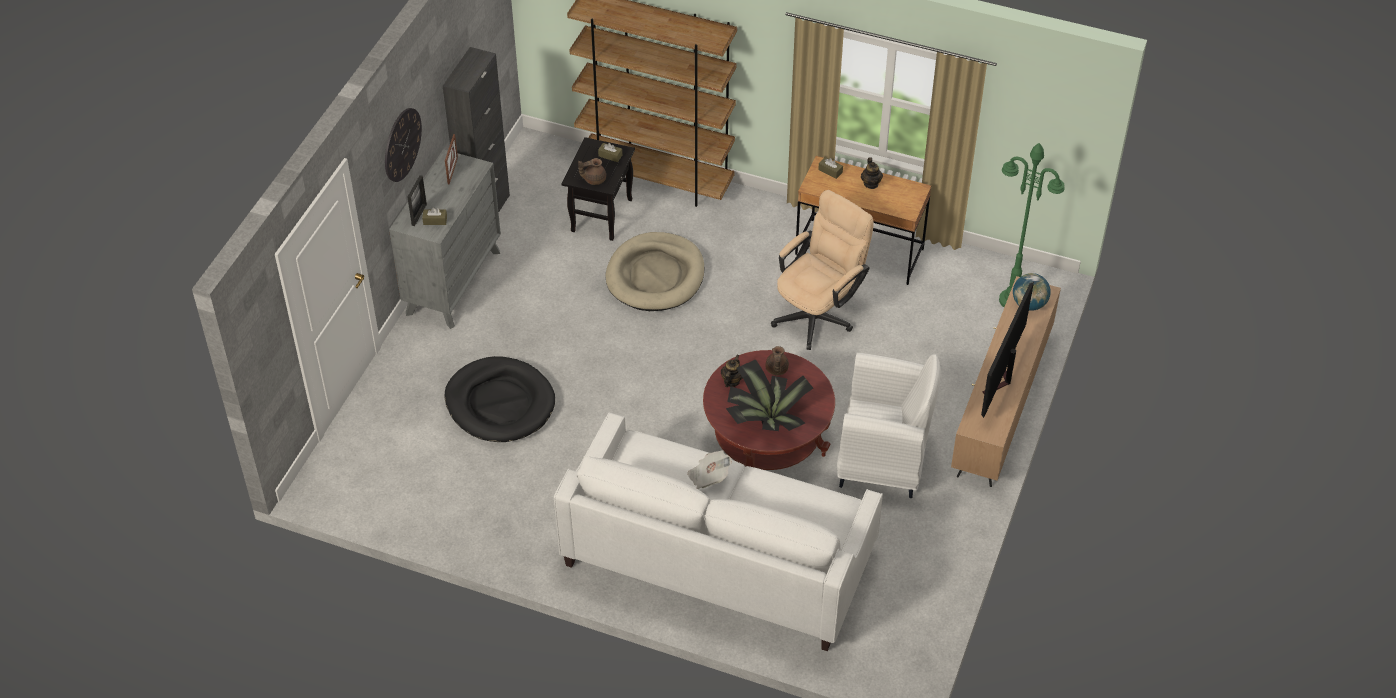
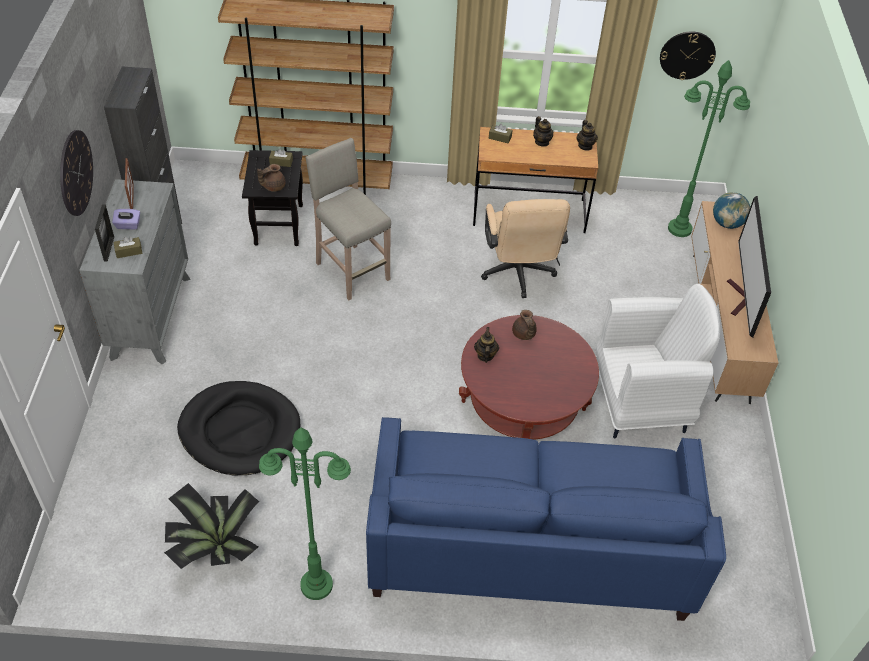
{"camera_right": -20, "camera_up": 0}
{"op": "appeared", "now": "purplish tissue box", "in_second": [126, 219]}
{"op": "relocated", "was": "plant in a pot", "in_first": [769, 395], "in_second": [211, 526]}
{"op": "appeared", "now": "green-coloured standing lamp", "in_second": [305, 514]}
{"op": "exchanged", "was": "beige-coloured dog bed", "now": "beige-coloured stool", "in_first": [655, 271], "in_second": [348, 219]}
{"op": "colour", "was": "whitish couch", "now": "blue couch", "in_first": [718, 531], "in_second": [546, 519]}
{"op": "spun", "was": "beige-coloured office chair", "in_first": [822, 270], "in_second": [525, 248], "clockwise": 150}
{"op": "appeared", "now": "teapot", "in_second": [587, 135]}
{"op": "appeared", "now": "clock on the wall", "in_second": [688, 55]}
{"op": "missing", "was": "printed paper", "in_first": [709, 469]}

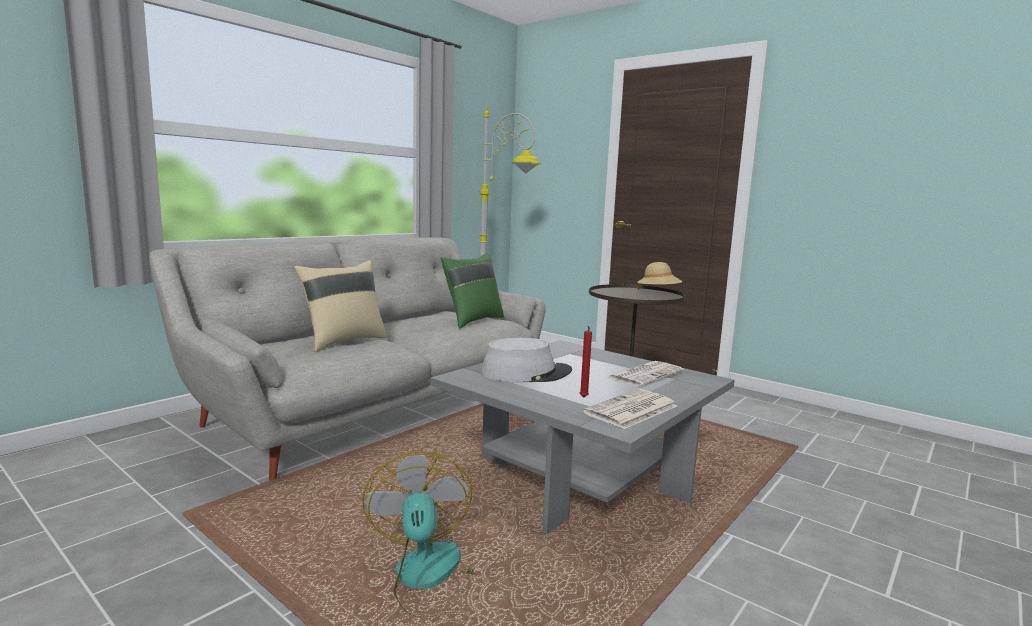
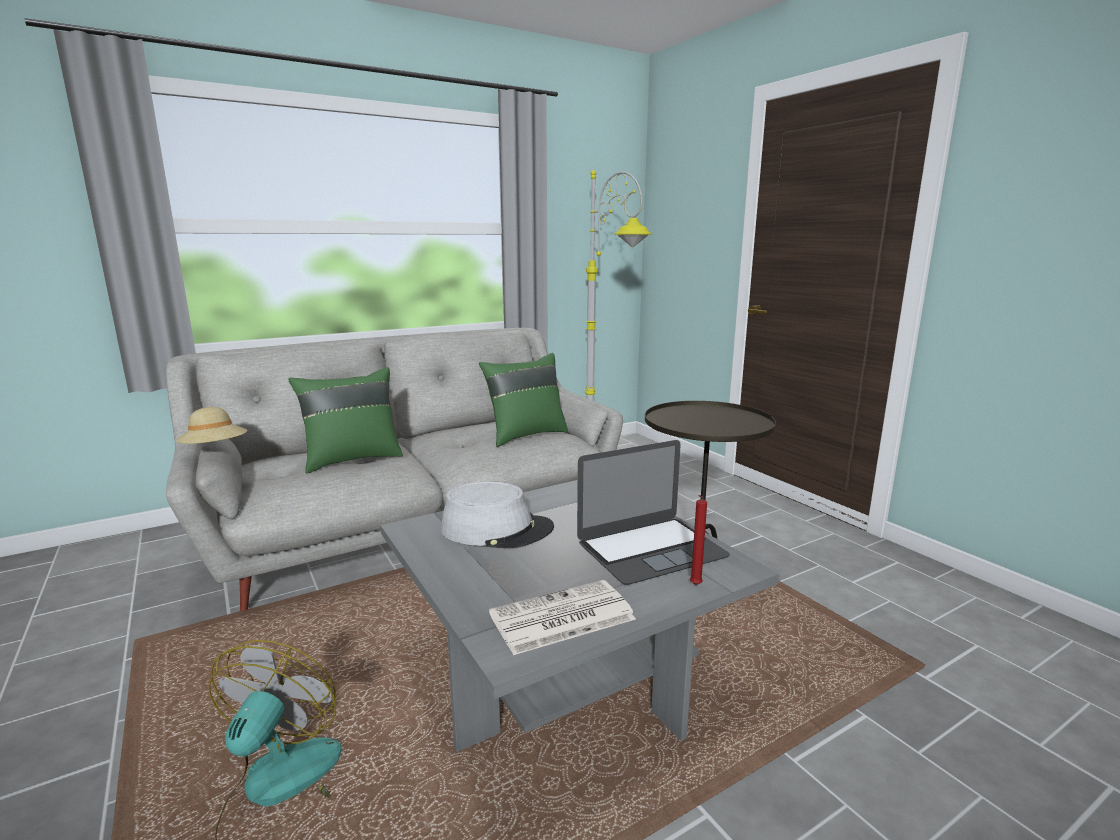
{"camera_right": 20, "camera_up": 5}
{"op": "relocated", "was": "beige-coloured hat", "in_first": [659, 276], "in_second": [211, 425]}
{"op": "colour", "was": "beige-coloured cushion", "now": "green-coloured cushion", "in_first": [340, 306], "in_second": [345, 420]}
{"op": "exchanged", "was": "printed paper", "now": "portable computer", "in_first": [645, 374], "in_second": [653, 512]}
{"op": "relocated", "was": "red-coloured wax candle", "in_first": [586, 361], "in_second": [698, 540]}

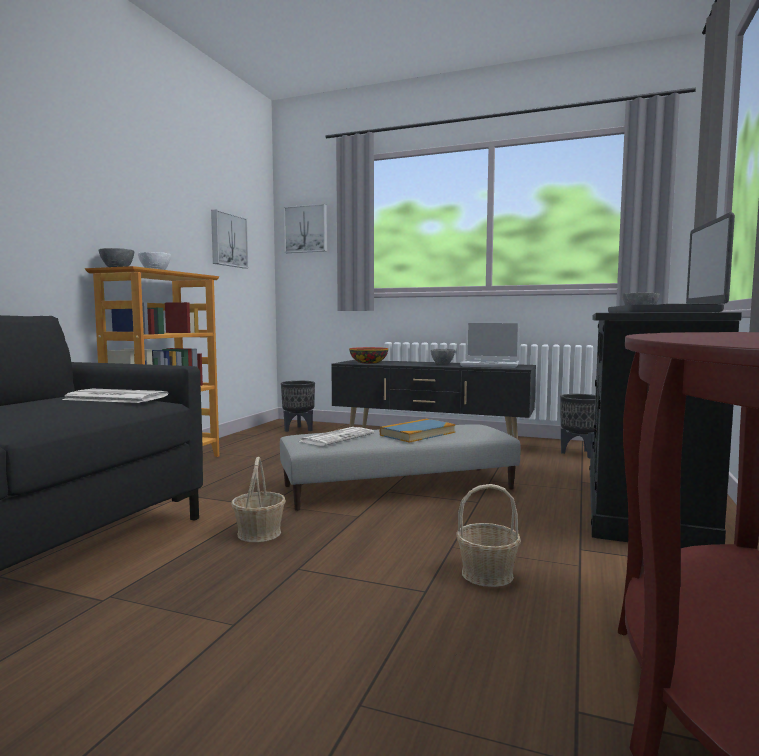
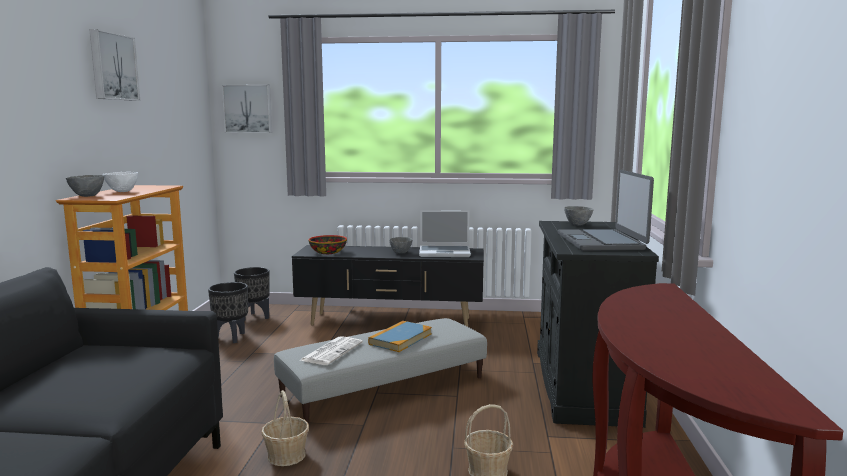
{"camera_right": -15, "camera_up": 5}
{"op": "relocated", "was": "wall art", "in_first": [229, 238], "in_second": [114, 65]}
{"op": "relocated", "was": "black plant pot", "in_first": [578, 426], "in_second": [228, 312]}
{"op": "missing", "was": "printed paper", "in_first": [115, 396]}

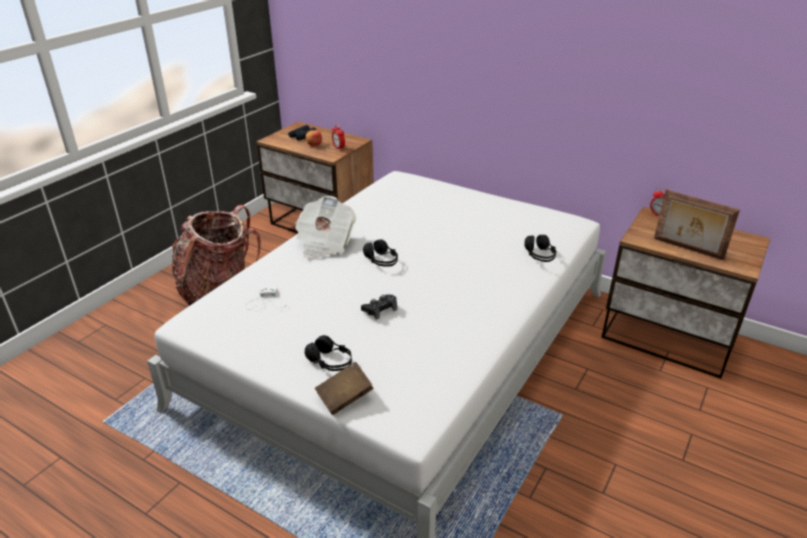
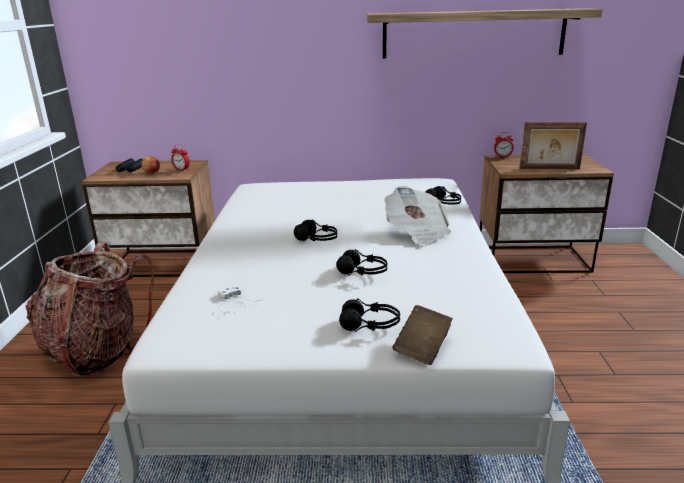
{"camera_right": -30, "camera_up": -10}
{"op": "exchanged", "was": "black joypad", "now": "black headphones", "in_first": [379, 306], "in_second": [361, 262]}
{"op": "appeared", "now": "bracket shelf", "in_second": [485, 33]}
{"op": "relocated", "was": "printed paper", "in_first": [325, 227], "in_second": [417, 216]}

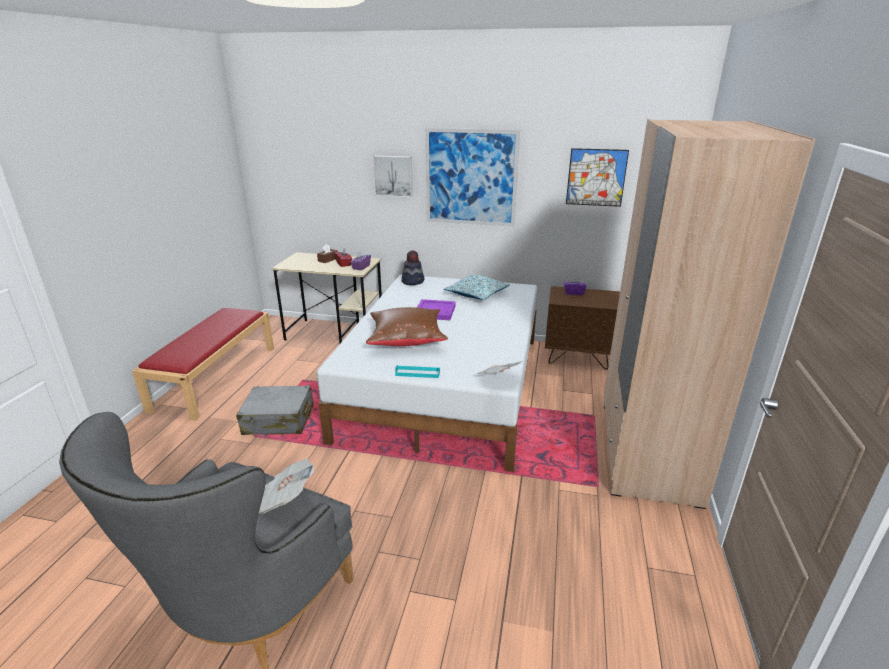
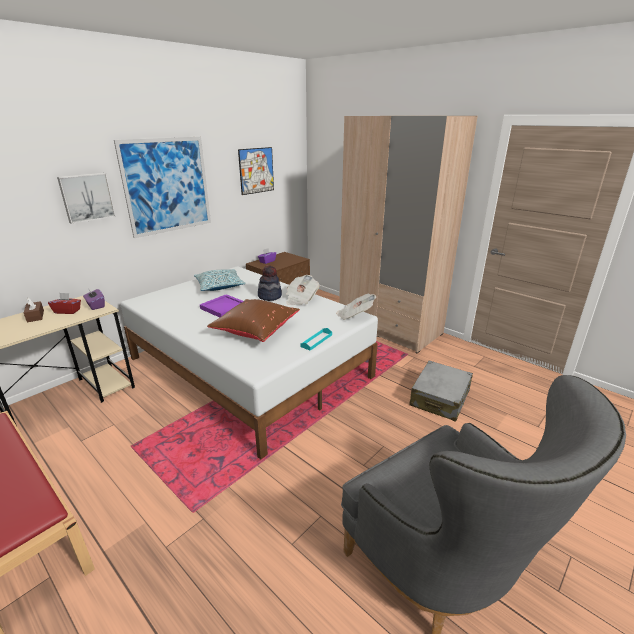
{"camera_right": -60, "camera_up": 0}
{"op": "relocated", "was": "hat", "in_first": [412, 267], "in_second": [270, 283]}
{"op": "relocated", "was": "printed paper", "in_first": [286, 486], "in_second": [302, 290]}
{"op": "relocated", "was": "greyish piece of luggage", "in_first": [275, 410], "in_second": [441, 391]}

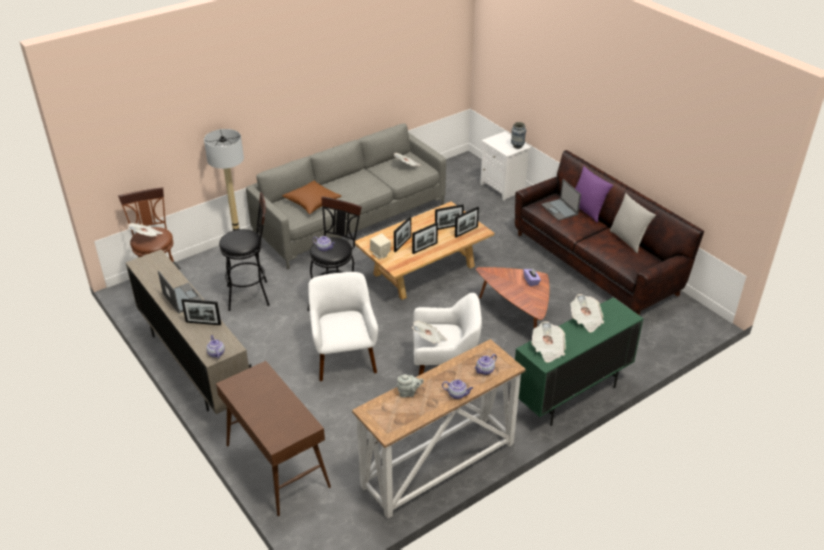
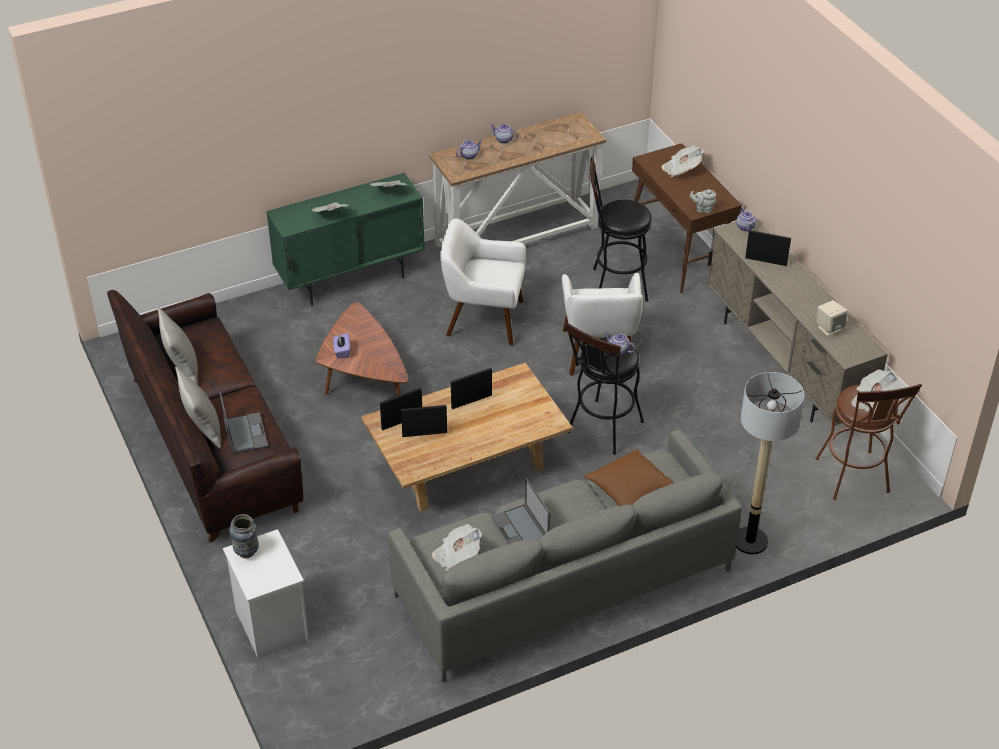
{"camera_right": -170, "camera_up": 5}
{"op": "colour", "was": "purplish cushion", "now": "greyish cushion", "in_first": [594, 194], "in_second": [198, 407]}
{"op": "relocated", "was": "portable computer", "in_first": [180, 291], "in_second": [520, 510]}
{"op": "relocated", "was": "black stool", "in_first": [244, 252], "in_second": [621, 229]}
{"op": "relocated", "was": "printed paper", "in_first": [429, 332], "in_second": [682, 161]}
{"op": "relocated", "was": "greyish teapot", "in_first": [410, 386], "in_second": [703, 201]}
{"op": "relocated", "was": "beige-coloured loudspeaker", "in_first": [380, 246], "in_second": [832, 318]}
{"op": "missing", "was": "picture frame", "in_first": [402, 234]}

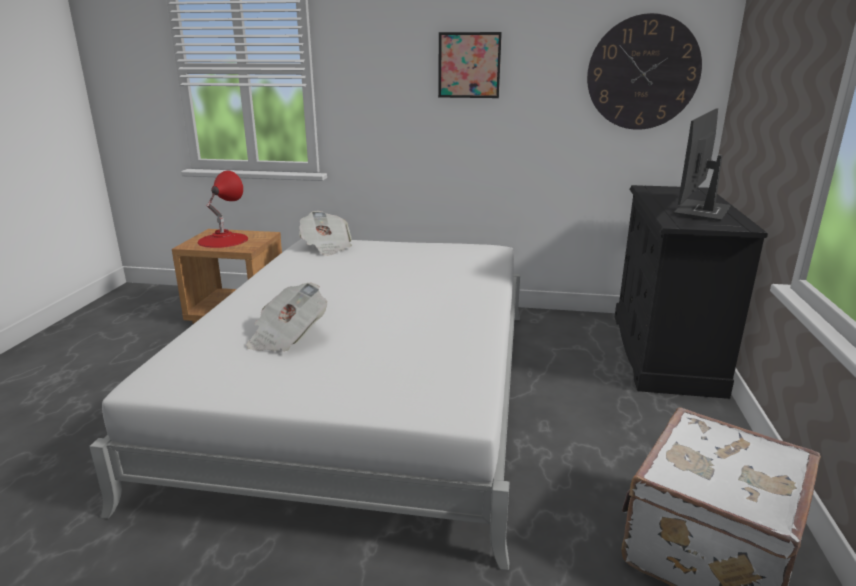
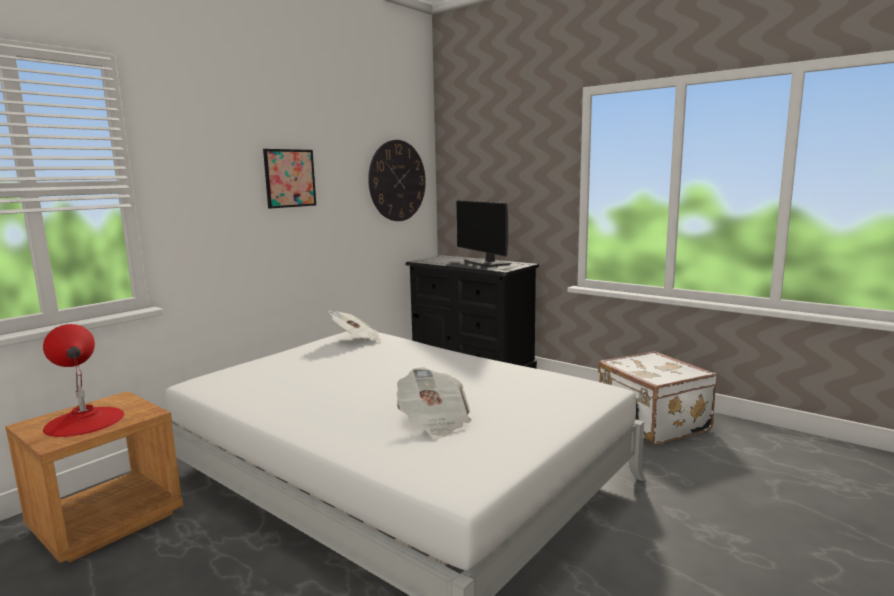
{"camera_right": -60, "camera_up": -10}
{"op": "relocated", "was": "printed paper", "in_first": [325, 233], "in_second": [354, 326]}

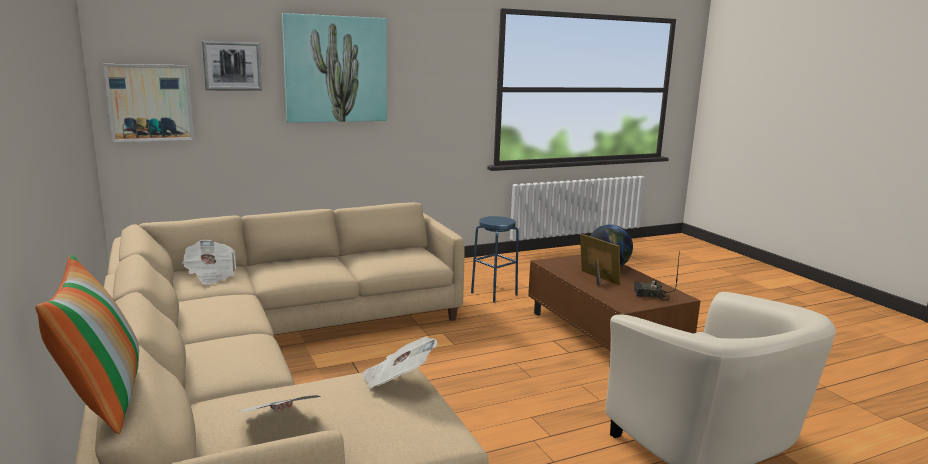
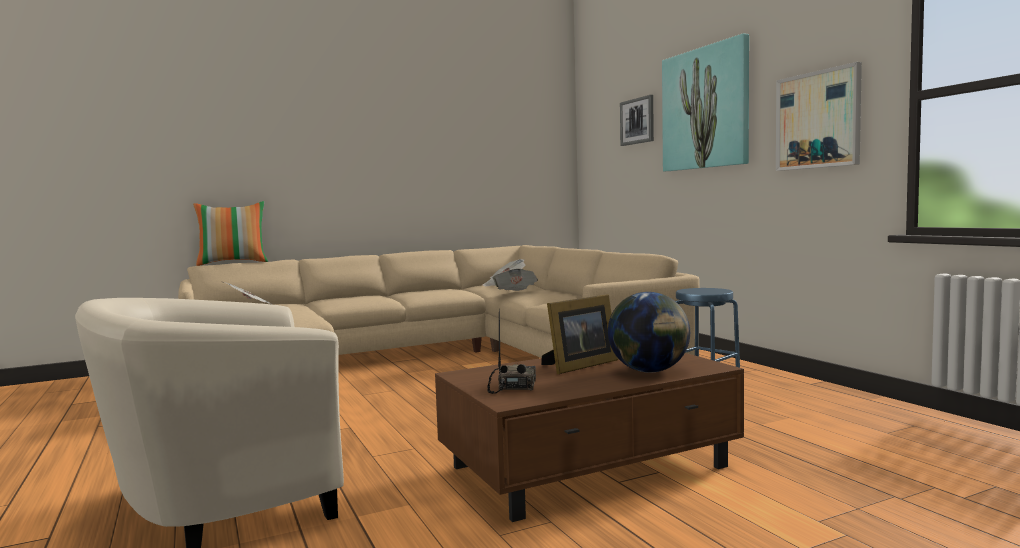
{"camera_right": 90, "camera_up": -10}
{"op": "relocated", "was": "printed paper", "in_first": [399, 362], "in_second": [515, 280]}
{"op": "relocated", "was": "wall art", "in_first": [148, 103], "in_second": [819, 116]}

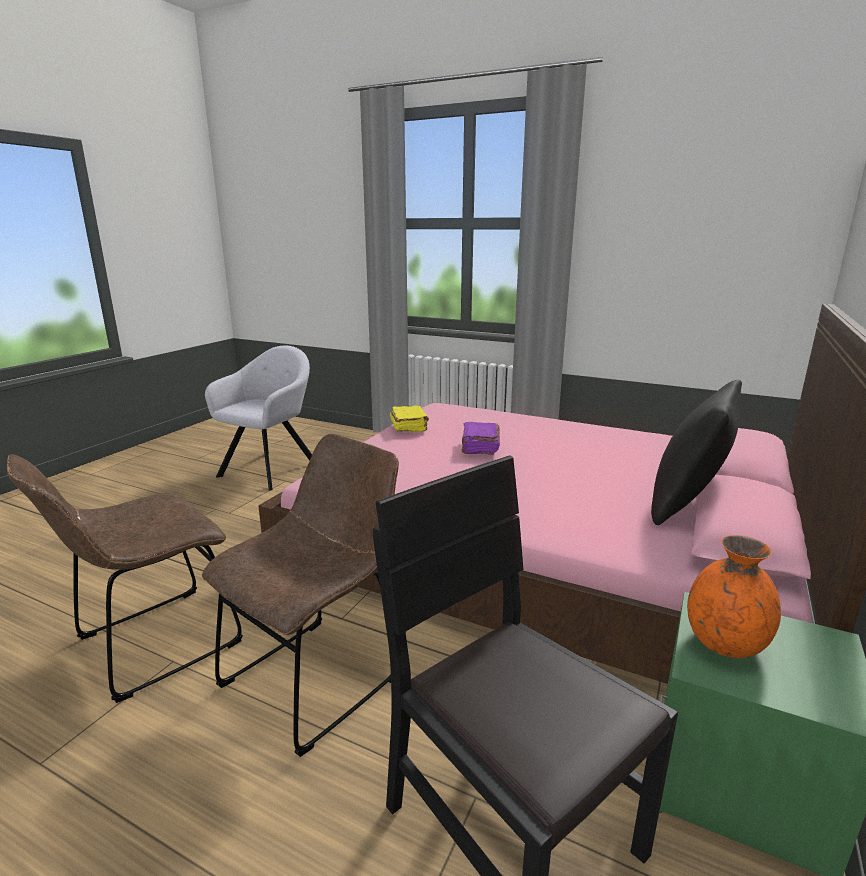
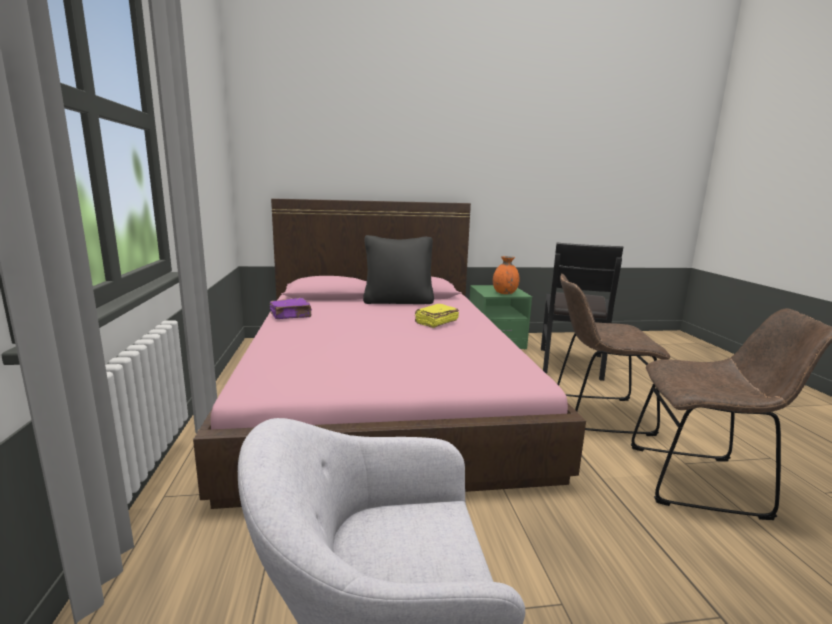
{"camera_right": -125, "camera_up": -5}
{"op": "relocated", "was": "purplish bound book", "in_first": [480, 438], "in_second": [291, 308]}
{"op": "relocated", "was": "yellowish bound book", "in_first": [409, 418], "in_second": [437, 316]}

